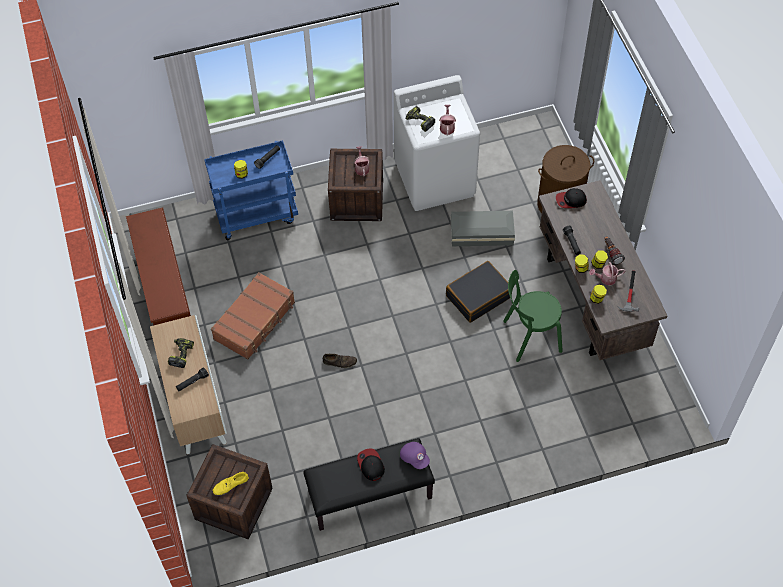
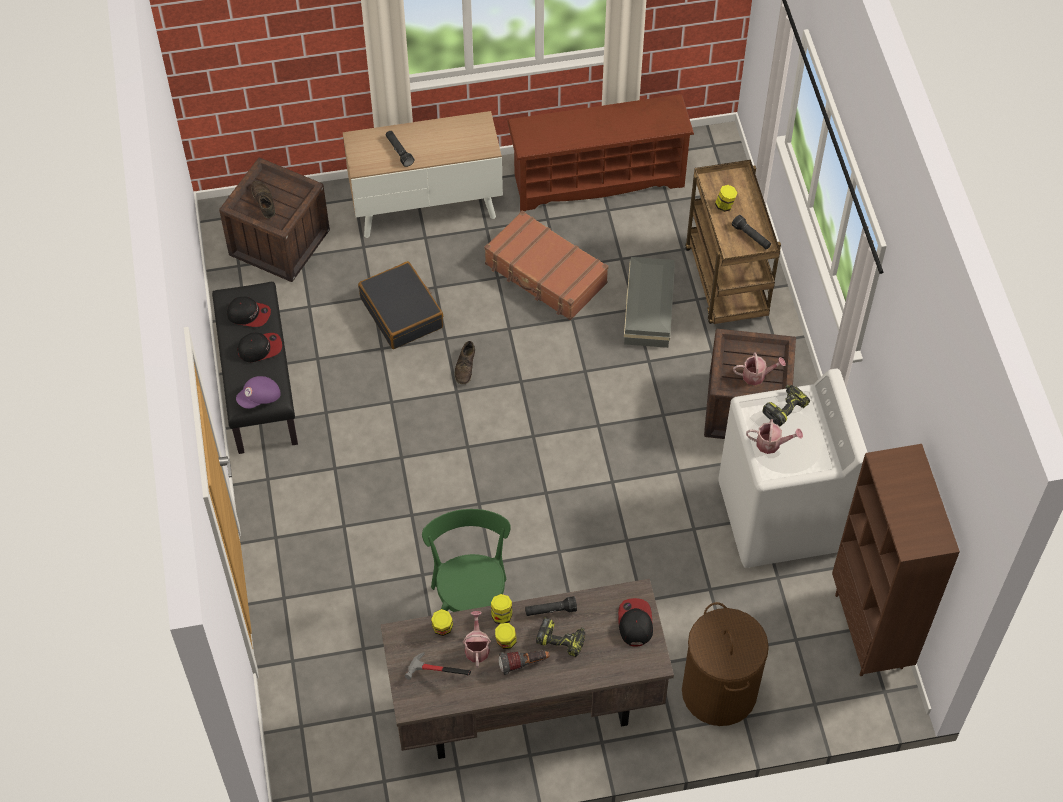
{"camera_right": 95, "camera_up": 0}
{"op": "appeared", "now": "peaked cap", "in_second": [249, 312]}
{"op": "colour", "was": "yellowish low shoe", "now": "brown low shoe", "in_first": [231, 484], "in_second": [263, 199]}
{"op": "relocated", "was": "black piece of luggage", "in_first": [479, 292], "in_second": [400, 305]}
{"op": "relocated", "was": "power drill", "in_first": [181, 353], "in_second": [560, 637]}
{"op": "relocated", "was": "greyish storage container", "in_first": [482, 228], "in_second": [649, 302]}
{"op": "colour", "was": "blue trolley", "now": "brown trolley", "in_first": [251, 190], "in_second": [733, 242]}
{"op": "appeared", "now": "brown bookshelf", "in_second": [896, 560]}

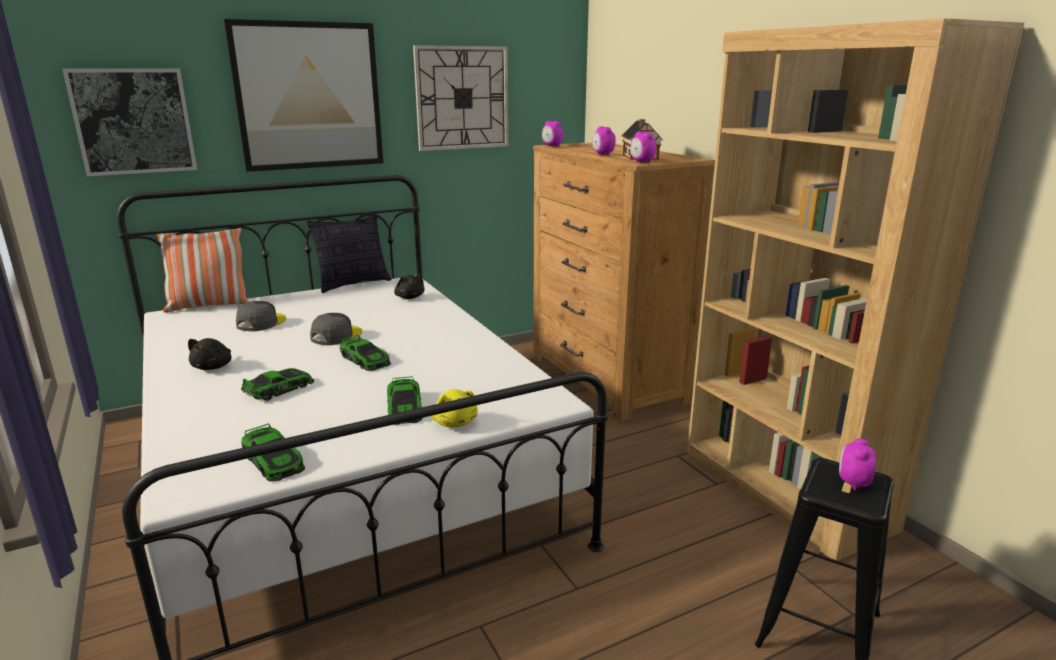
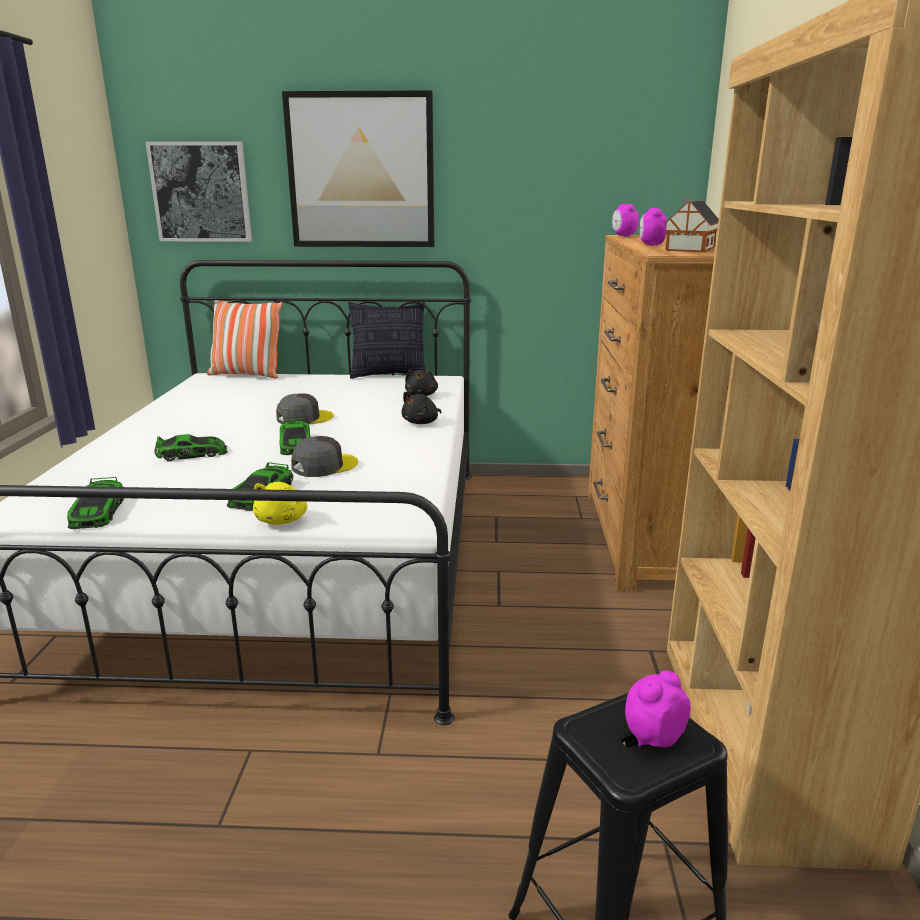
{"camera_right": 30, "camera_up": 0}
{"op": "relocated", "was": "greyish peaked cap", "in_first": [261, 316], "in_second": [324, 456]}
{"op": "relocated", "was": "black cuddly toy", "in_first": [209, 354], "in_second": [421, 408]}
{"op": "missing", "was": "clock on the wall", "in_first": [460, 98]}
{"op": "missing", "was": "bedside clock", "in_first": [643, 147]}

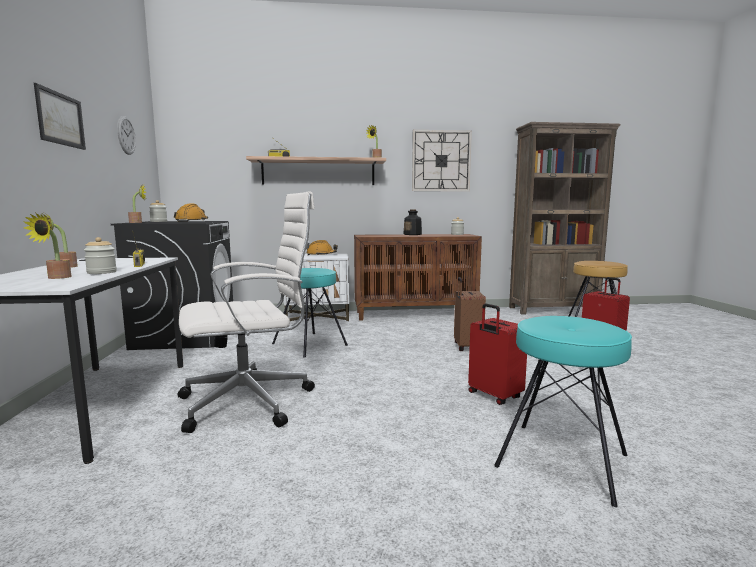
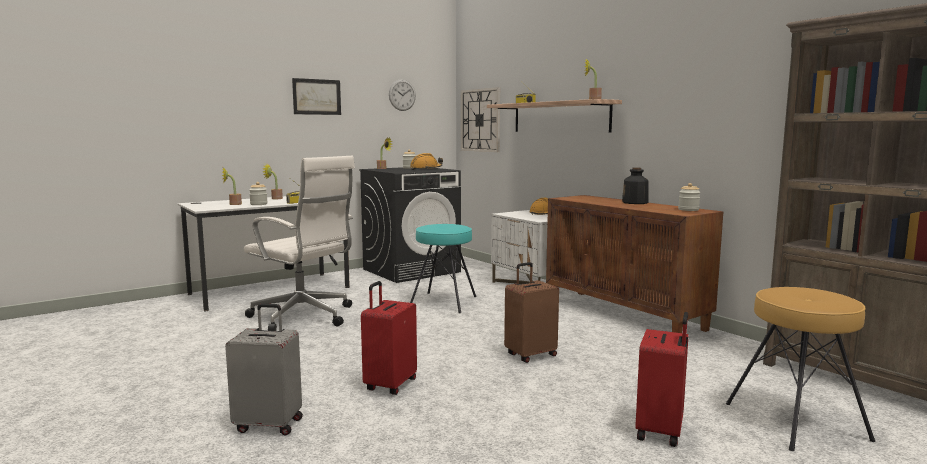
{"camera_right": 60, "camera_up": 0}
{"op": "exchanged", "was": "blue-green stool", "now": "greyish piece of luggage", "in_first": [563, 411], "in_second": [264, 369]}
{"op": "relocated", "was": "clock on the wall", "in_first": [442, 160], "in_second": [480, 119]}

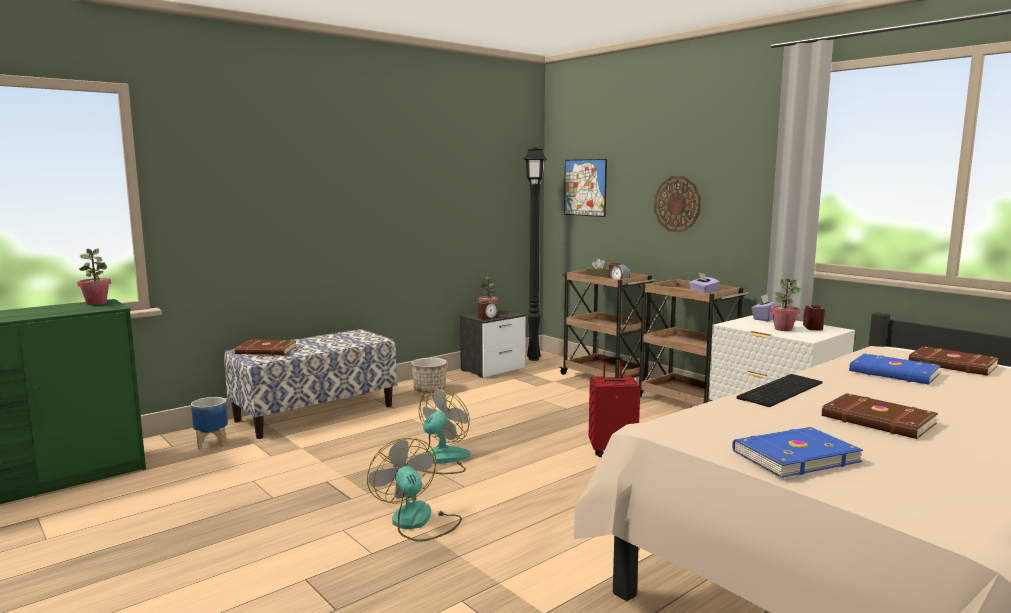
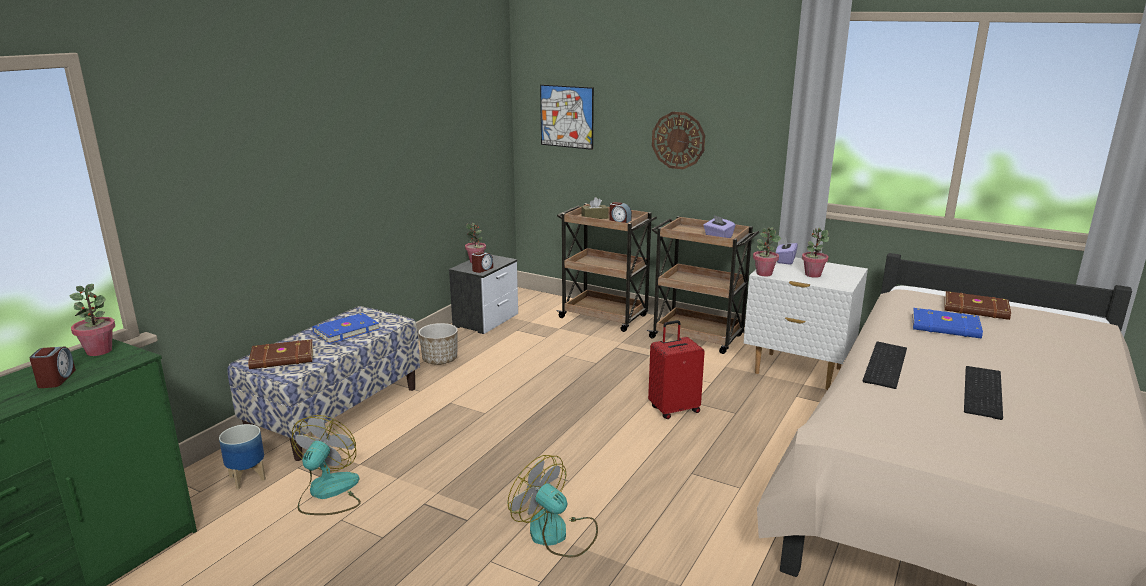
{"camera_right": -20, "camera_up": 10}
{"op": "relocated", "was": "bedside clock", "in_first": [814, 318], "in_second": [52, 367]}
{"op": "relocated", "was": "electric fan", "in_first": [444, 431], "in_second": [326, 465]}
{"op": "relocated", "was": "blue bound book", "in_first": [797, 452], "in_second": [346, 328]}
{"op": "appeared", "now": "plant in a pot", "in_second": [767, 251]}
{"op": "exchanged", "was": "brown bound book", "now": "keyboard", "in_first": [880, 416], "in_second": [983, 393]}
{"op": "missing", "was": "black standing lamp", "in_first": [535, 254]}

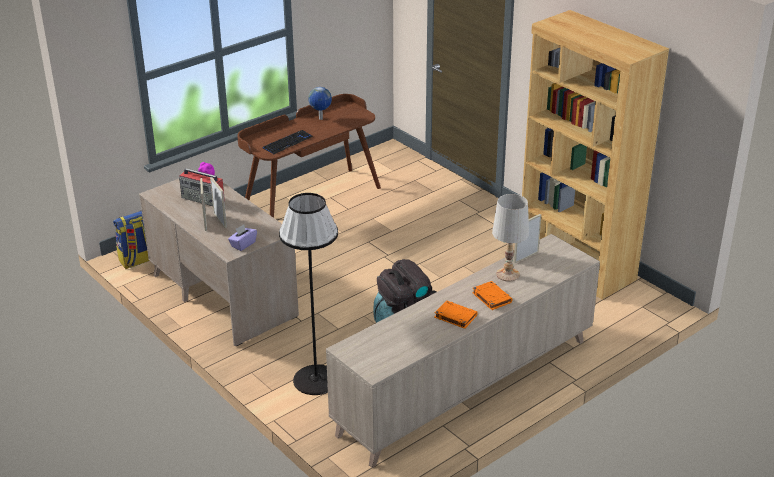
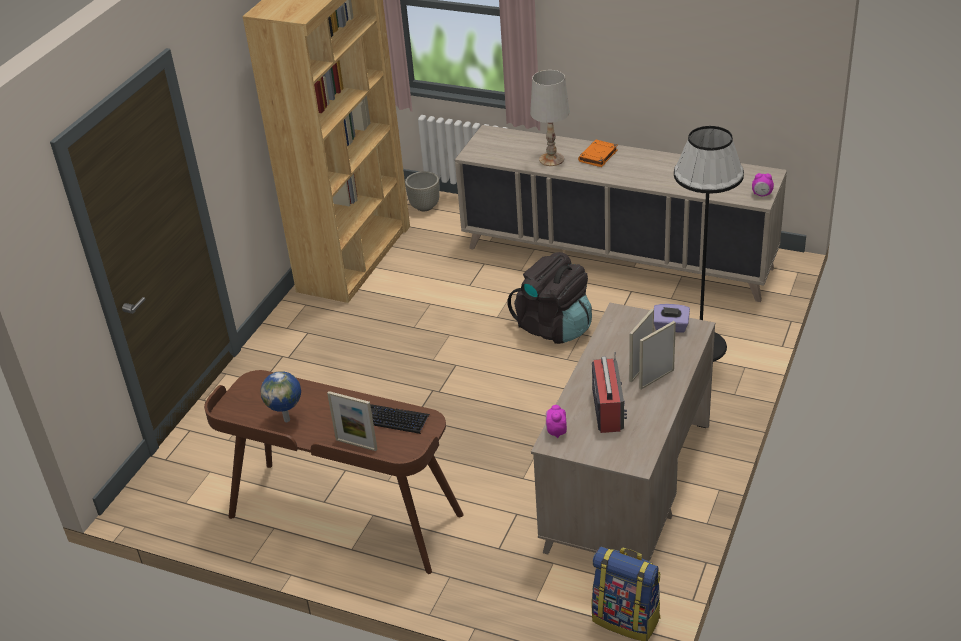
{"camera_right": -115, "camera_up": 5}
{"op": "relocated", "was": "picture frame", "in_first": [527, 238], "in_second": [352, 421]}
{"op": "appeared", "now": "greyish plant pot", "in_second": [422, 191]}
{"op": "appeared", "now": "bedside clock", "in_second": [763, 184]}
{"op": "missing", "was": "orange-coloured bound book", "in_first": [455, 314]}

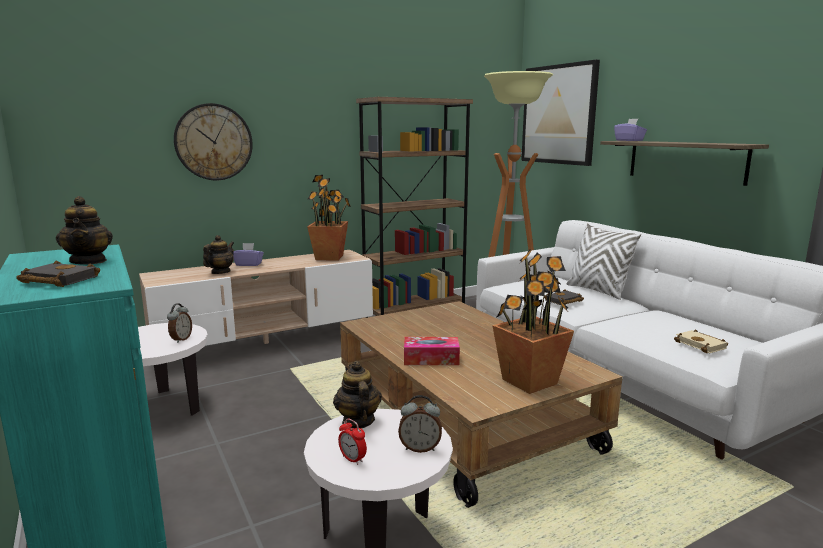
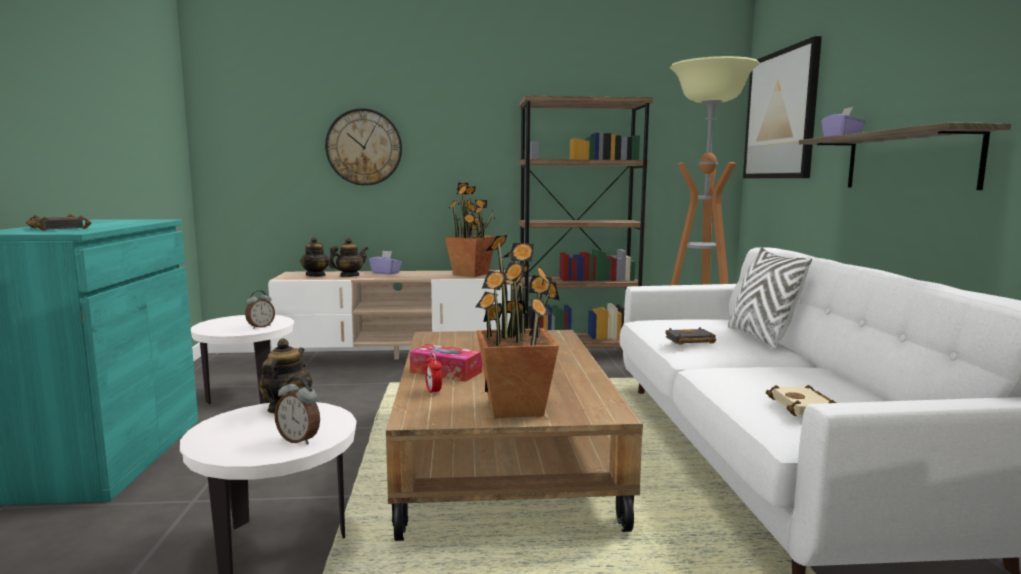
{"camera_right": 25, "camera_up": -5}
{"op": "relocated", "was": "teapot", "in_first": [84, 230], "in_second": [314, 257]}
{"op": "relocated", "was": "bedside clock", "in_first": [352, 441], "in_second": [433, 373]}

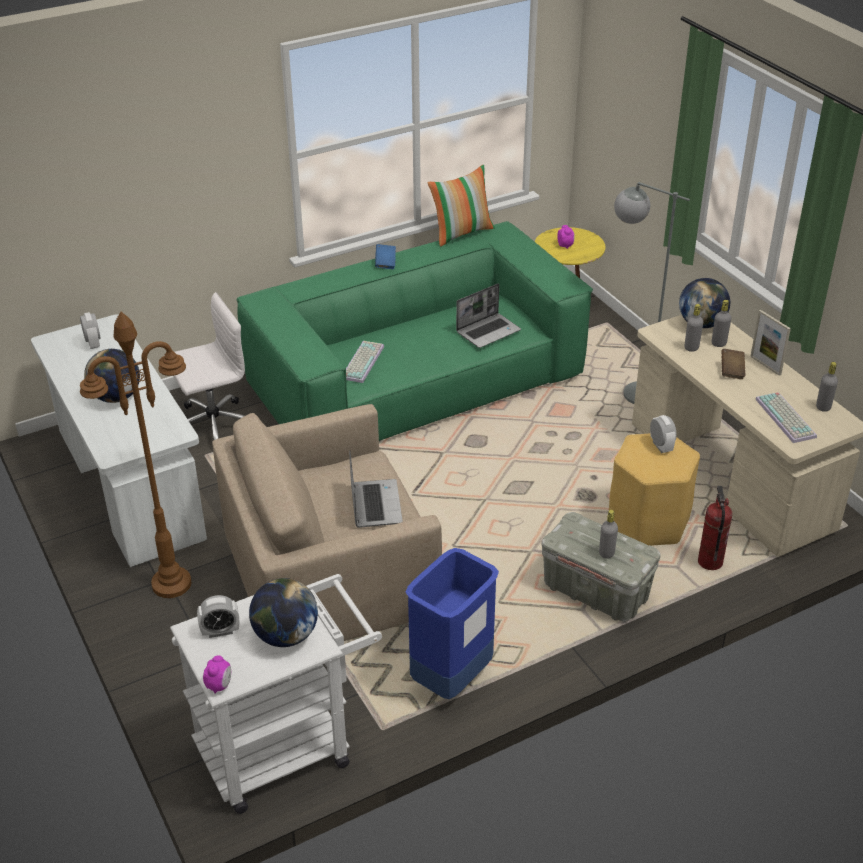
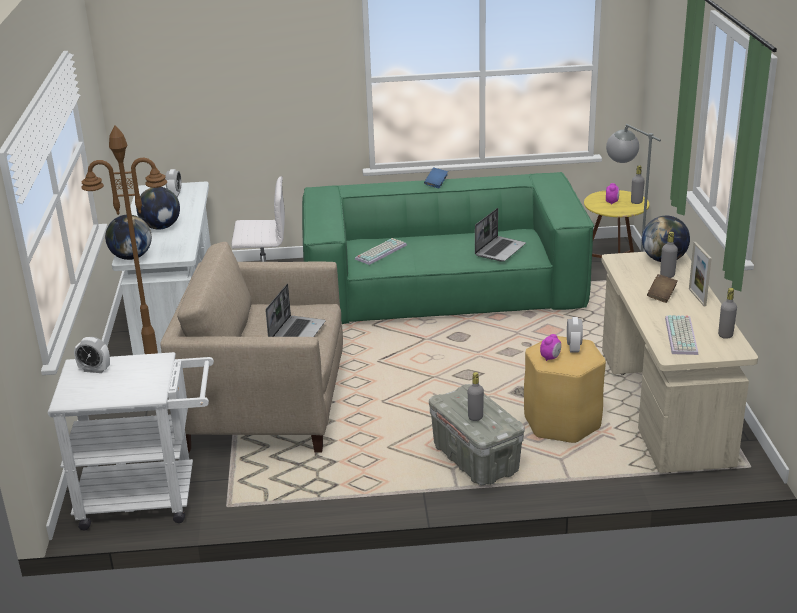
{"camera_right": 25, "camera_up": -10}
{"op": "relocated", "was": "globe", "in_first": [283, 612], "in_second": [128, 237]}
{"op": "spun", "was": "portable computer", "in_first": [488, 315], "in_second": [500, 234], "clockwise": -45}
{"op": "relocated", "was": "bedside clock", "in_first": [217, 674], "in_second": [550, 347]}
{"op": "relocated", "was": "greyish bottle", "in_first": [693, 328], "in_second": [638, 185]}
{"op": "missing", "was": "blue rubbish bin", "in_first": [452, 623]}
{"op": "missing", "was": "cushion", "in_first": [461, 206]}
{"op": "missing", "was": "fire extinguisher", "in_first": [715, 528]}

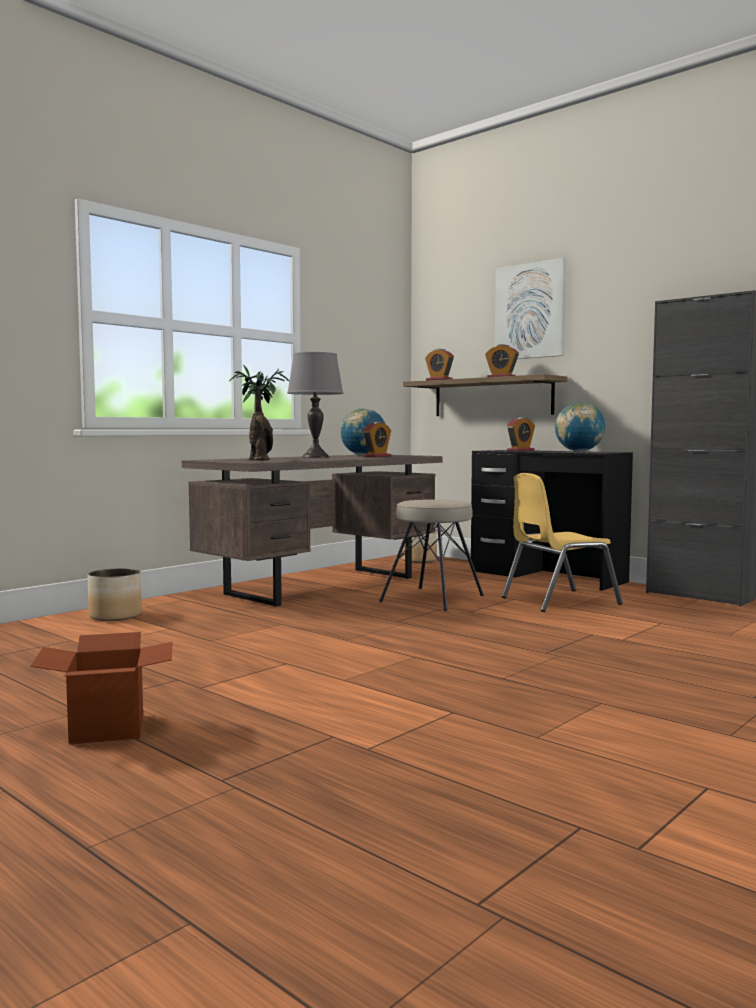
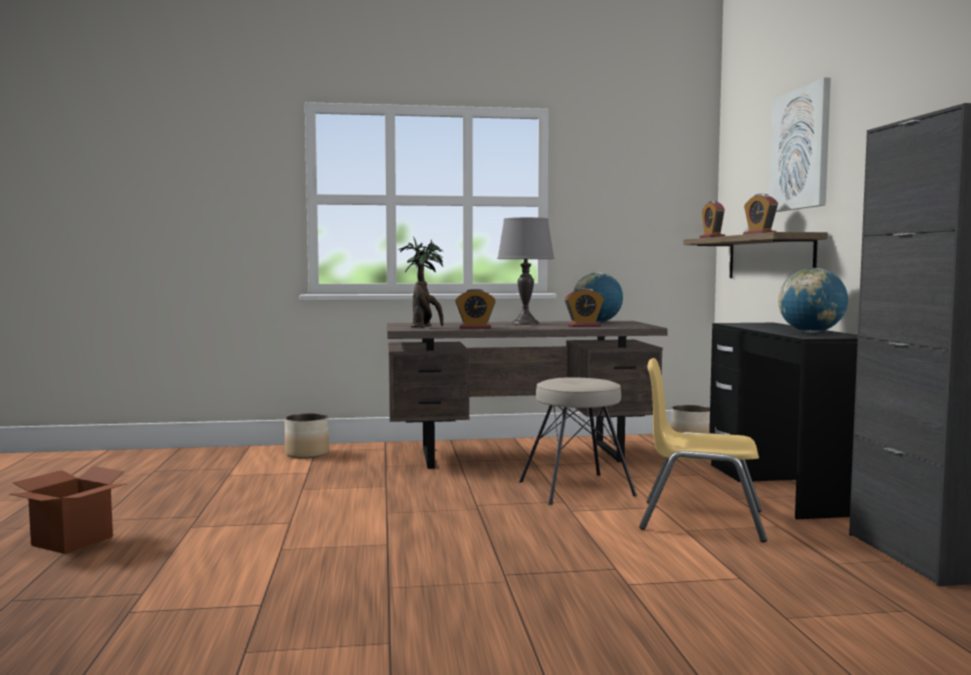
{"camera_right": 40, "camera_up": 0}
{"op": "relocated", "was": "bedside clock", "in_first": [521, 434], "in_second": [475, 309]}

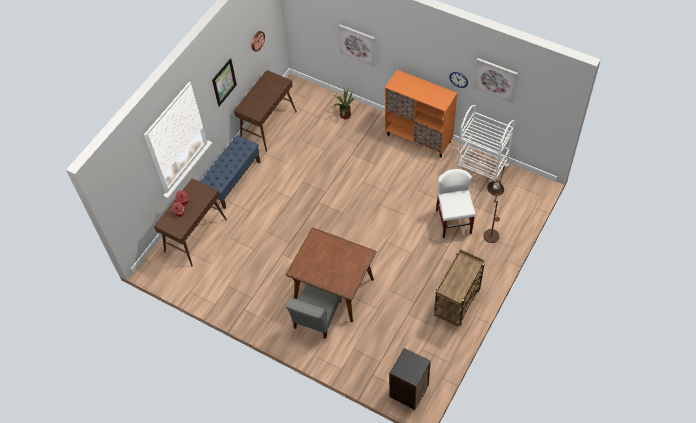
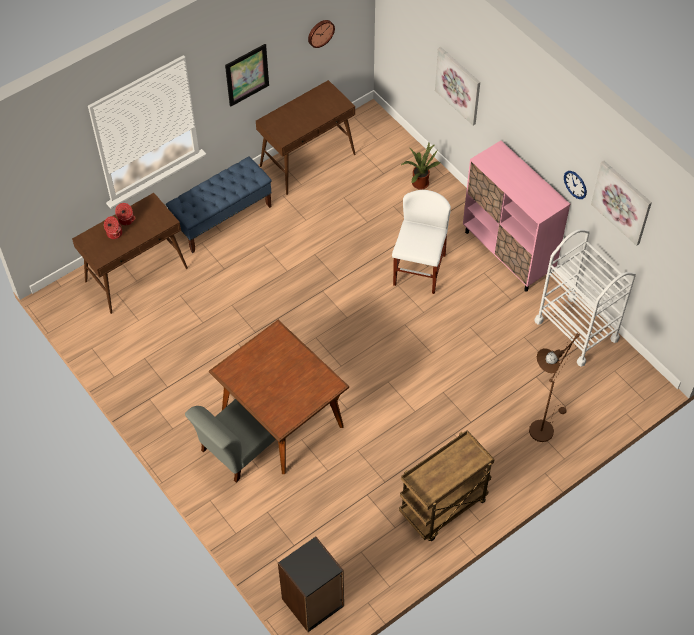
{"camera_right": 20, "camera_up": 0}
{"op": "relocated", "was": "whitish chair", "in_first": [455, 203], "in_second": [421, 242]}
{"op": "colour", "was": "orange-coloured cupboard", "now": "pinkish cupboard", "in_first": [421, 113], "in_second": [516, 216]}

